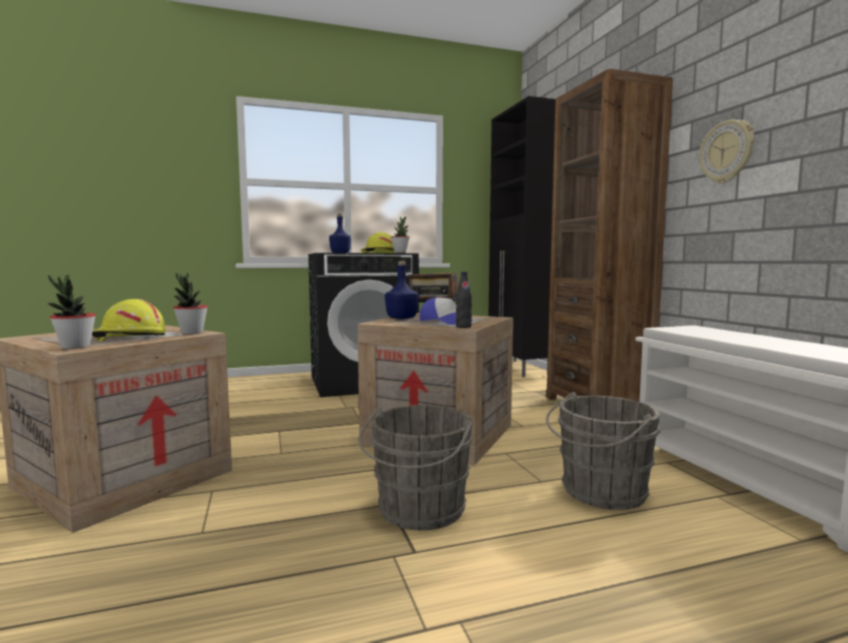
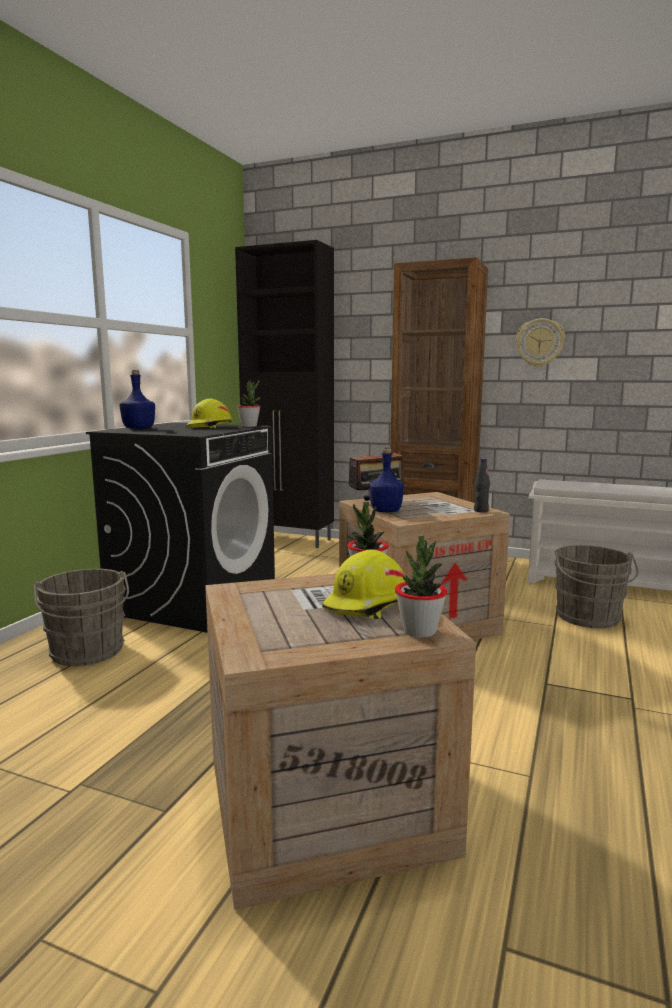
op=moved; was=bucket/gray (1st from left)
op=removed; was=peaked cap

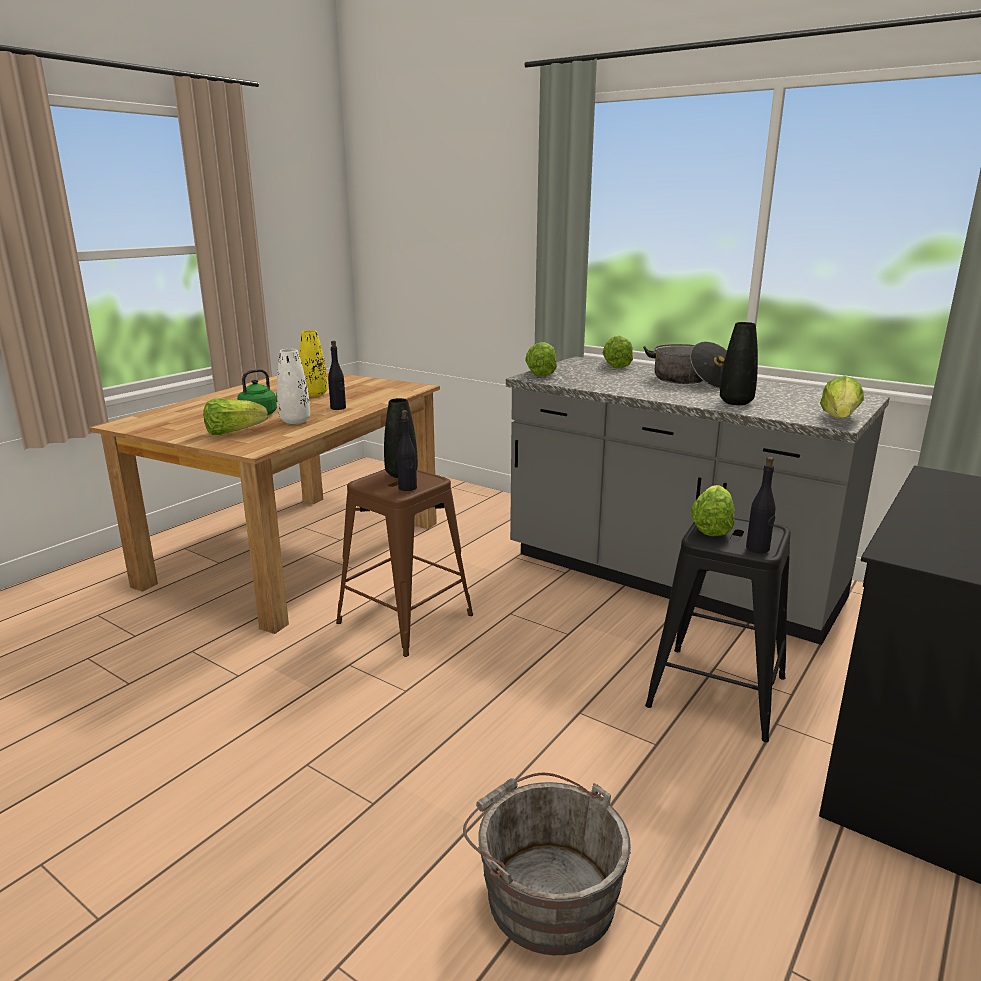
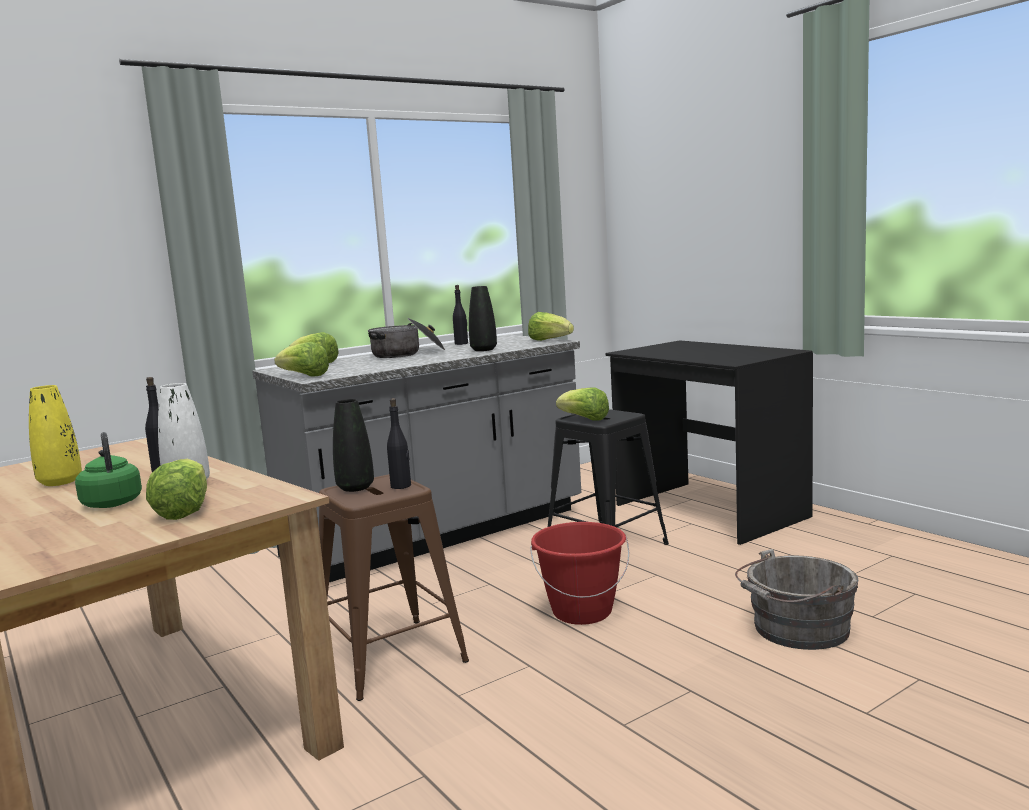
op=moved; was=bottle/black-coloured (3rd from left)
op=added; now=bucket/reddish

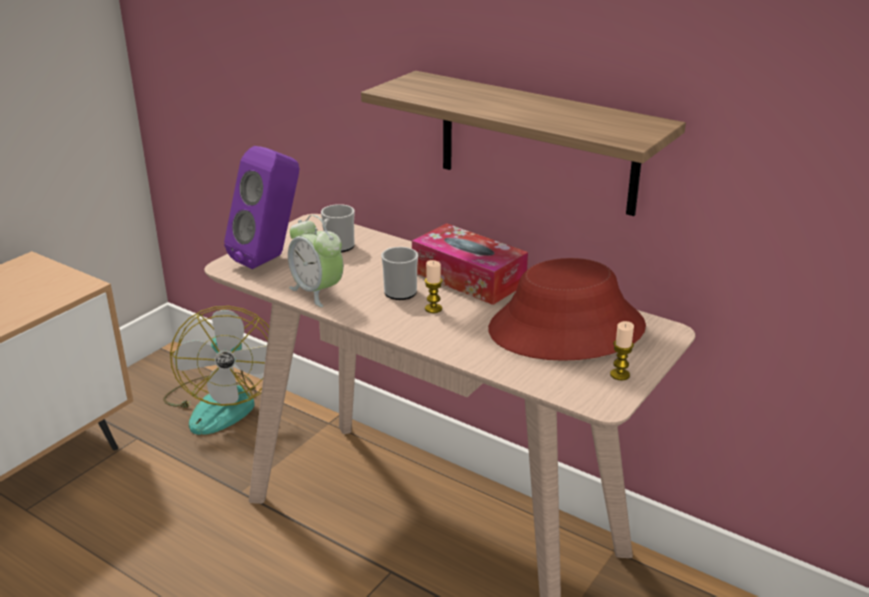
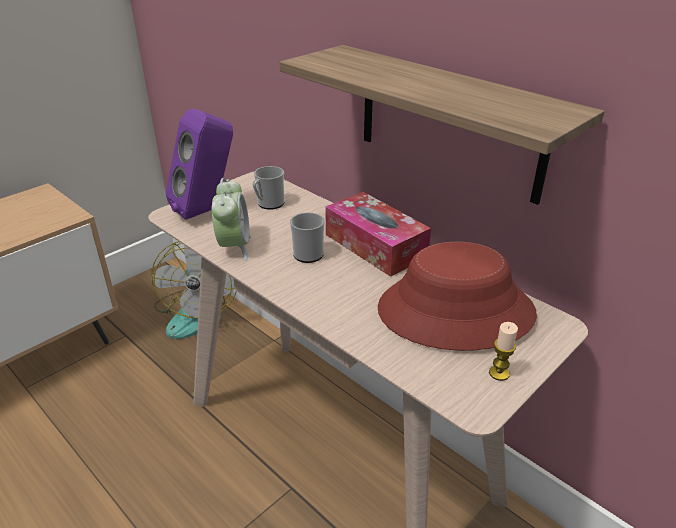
op=turned; was=table clock; clockwise=-150
op=removed; was=wax light (1st from left)

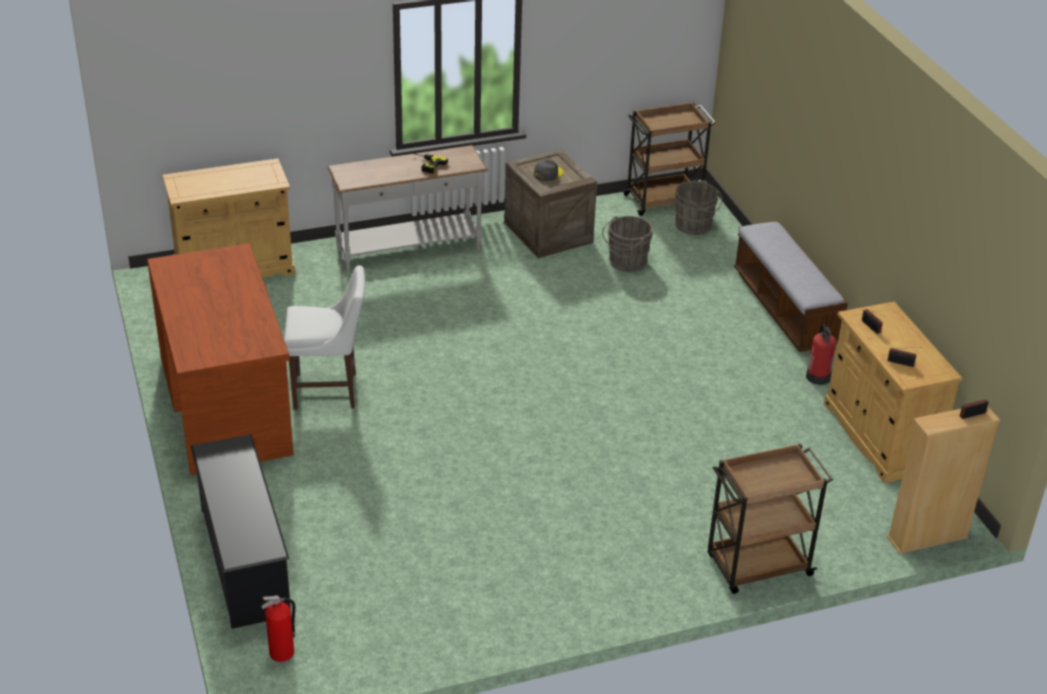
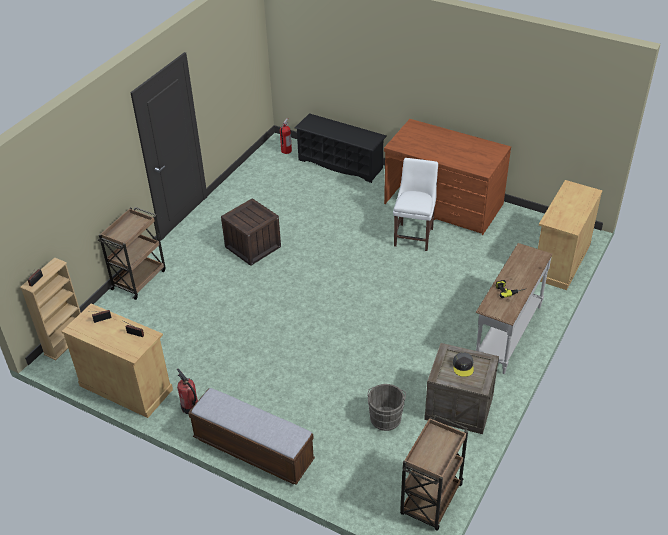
op=turned; was=chair/white-coloured; clockwise=150
op=removed; was=bucket/gray (2nd from left)
op=added; now=shipping crate (1st from left)

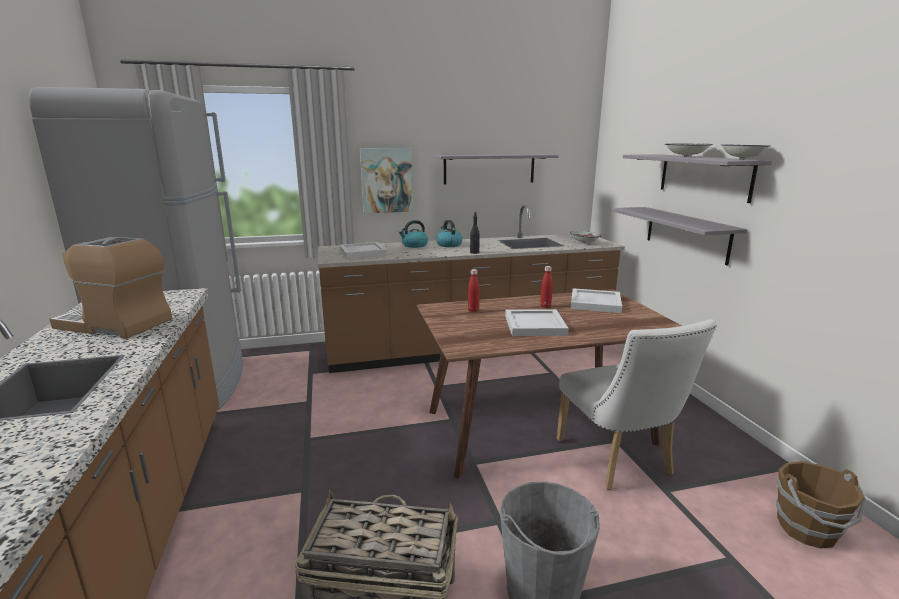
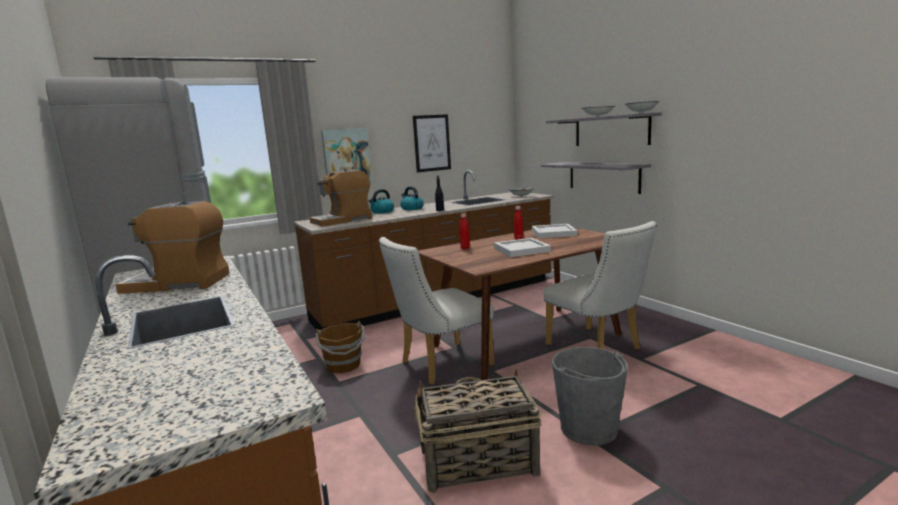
op=replaced; was=tray/white-coloured (1st from left); now=coffee brewer (2nd from left)
op=replaced; was=bracket shelf/gray (1st from left); now=wall picture (2nd from left)
op=moved; was=bucket/brown-coloured
op=added; now=chair/white-coloured (1st from left)

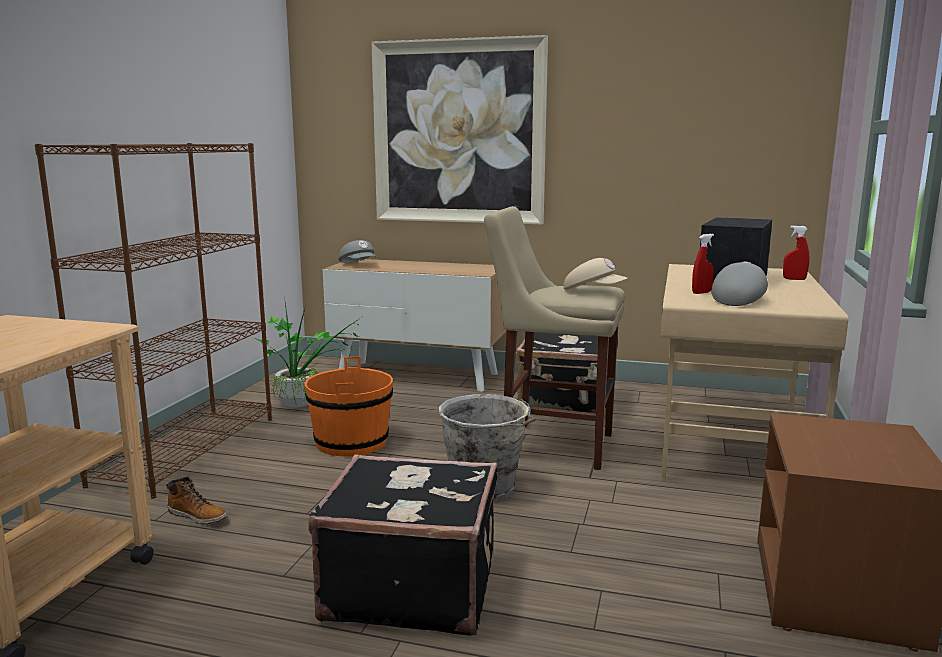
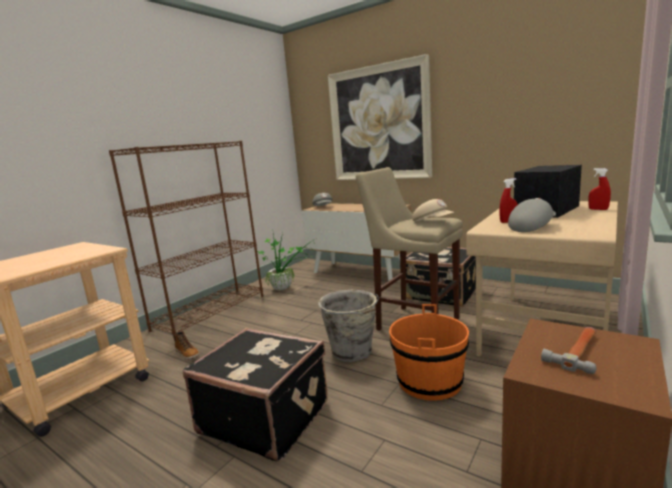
op=moved; was=bucket/orange-coloured
op=added; now=hammer

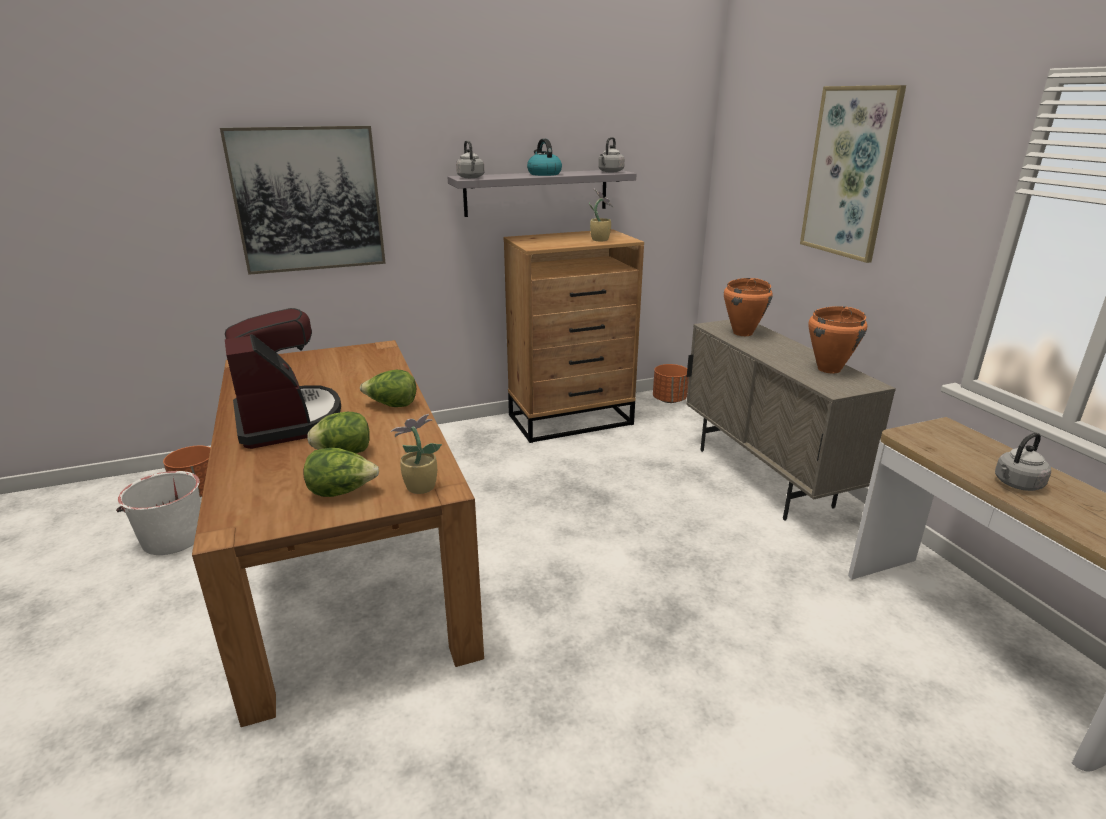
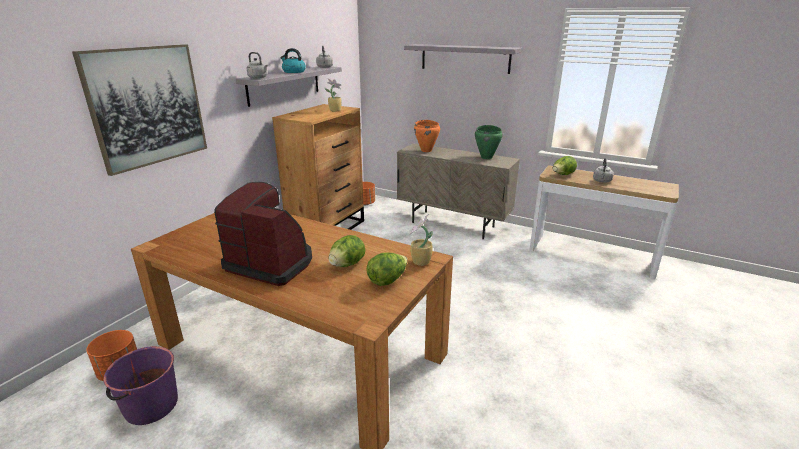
op=recoloured; was=bucket/white-coloured; now=bucket/purple-coloured
op=moved; was=lettuce (3rd from left)
op=replaced; was=wall picture (2nd from left); now=bracket shelf/gray (2nd from left)
op=recoloured; was=saucepot/orange-coloured (2nd from left); now=saucepot/greenish

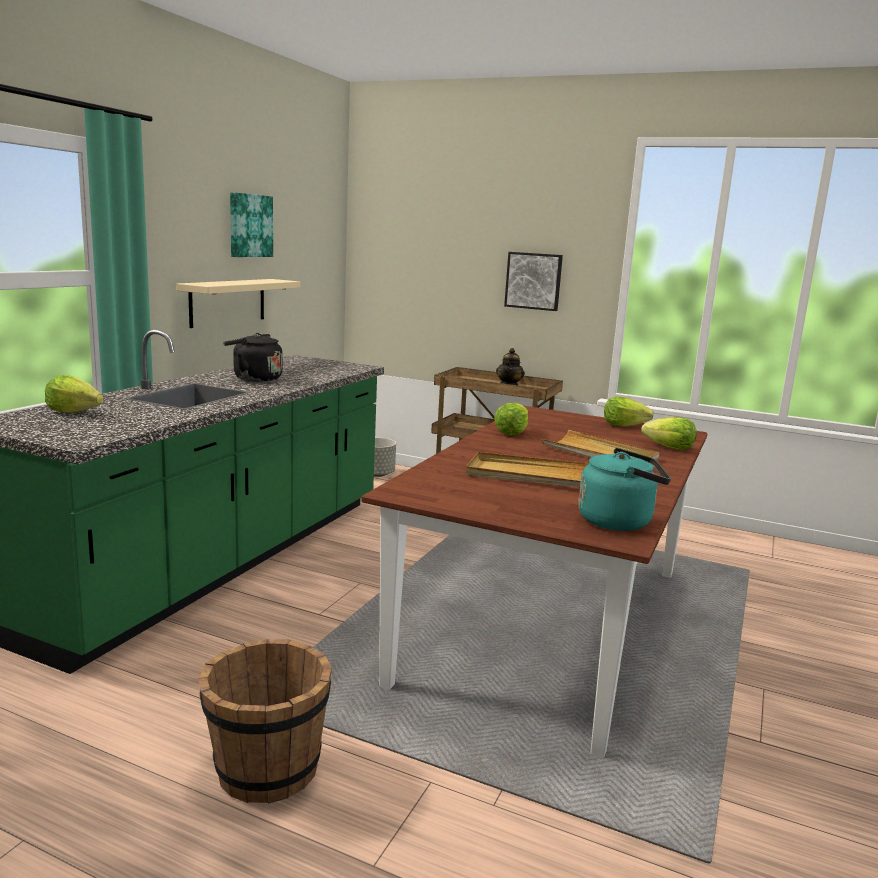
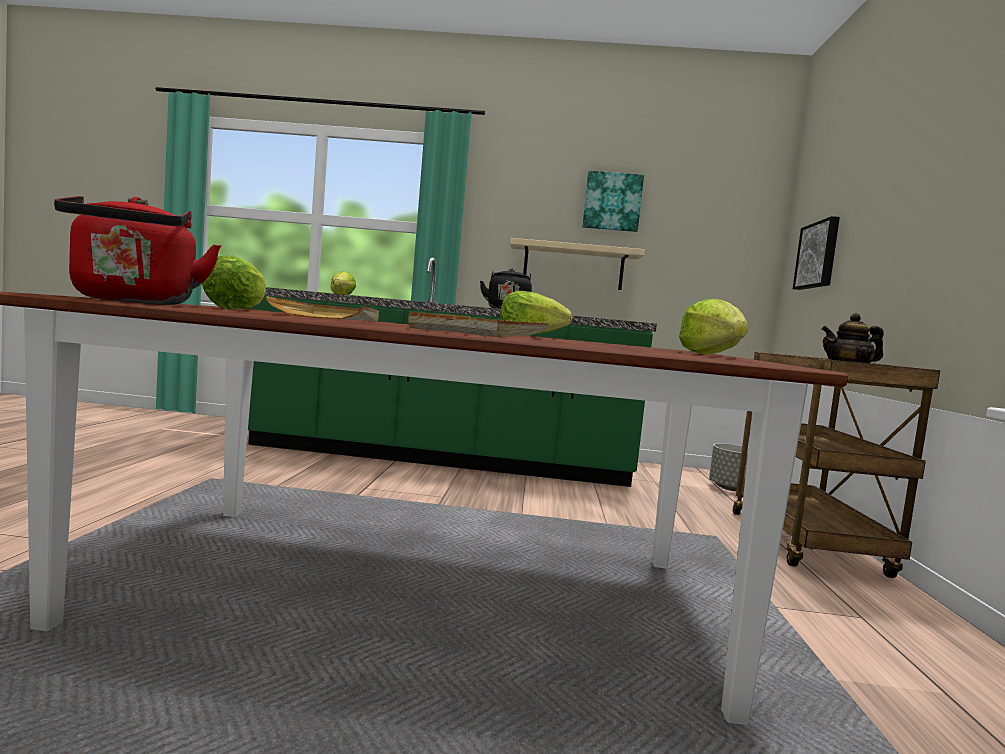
op=removed; was=bucket/brown-coloured
op=moved; was=wall picture (2nd from left)
op=recoloured; was=kettle/turquoise-coloured; now=kettle/reddish
op=moved; was=lettuce (4th from left in the first image); now=lettuce (1st from left)

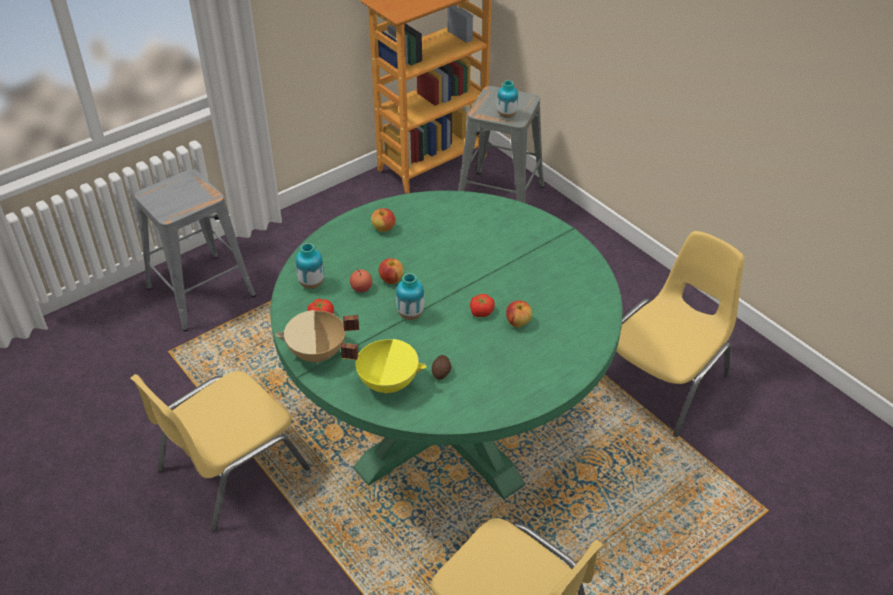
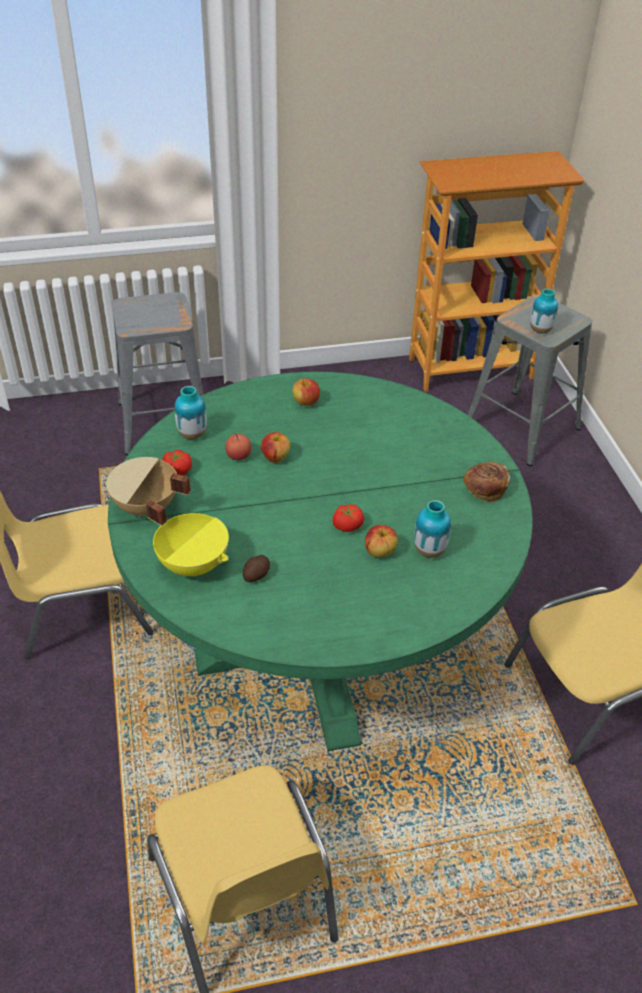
op=moved; was=flower vase (2nd from left)
op=added; now=baked bread

